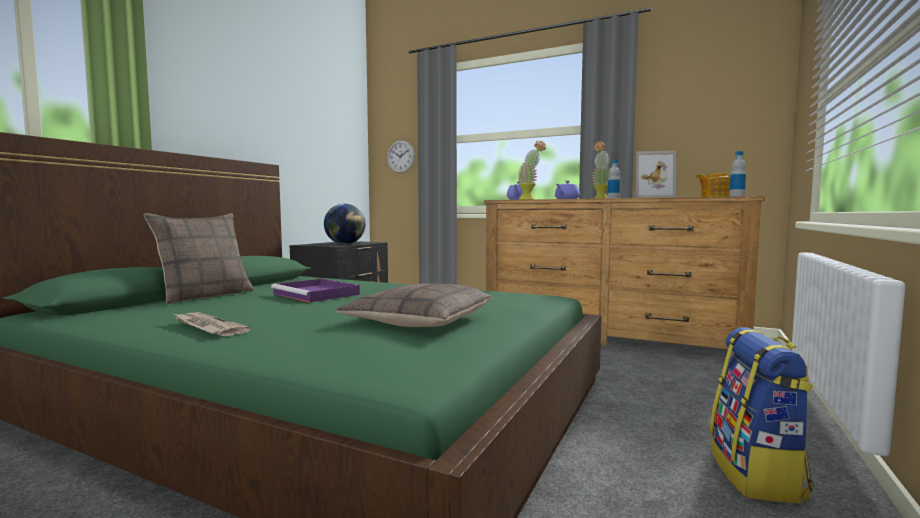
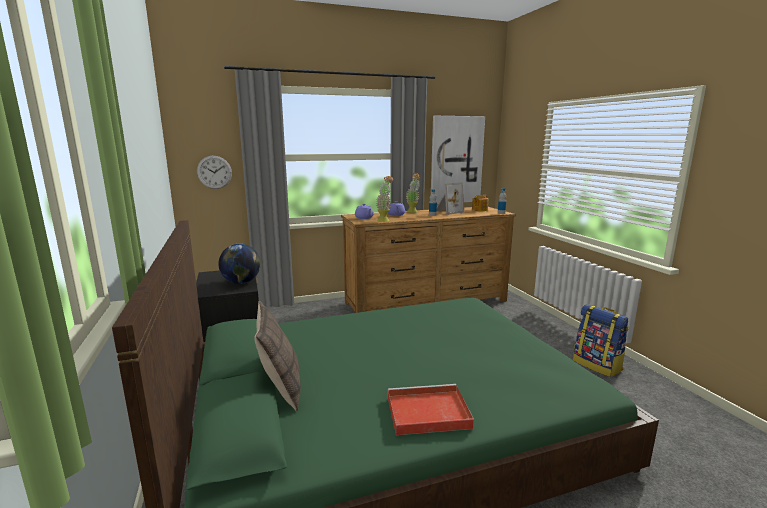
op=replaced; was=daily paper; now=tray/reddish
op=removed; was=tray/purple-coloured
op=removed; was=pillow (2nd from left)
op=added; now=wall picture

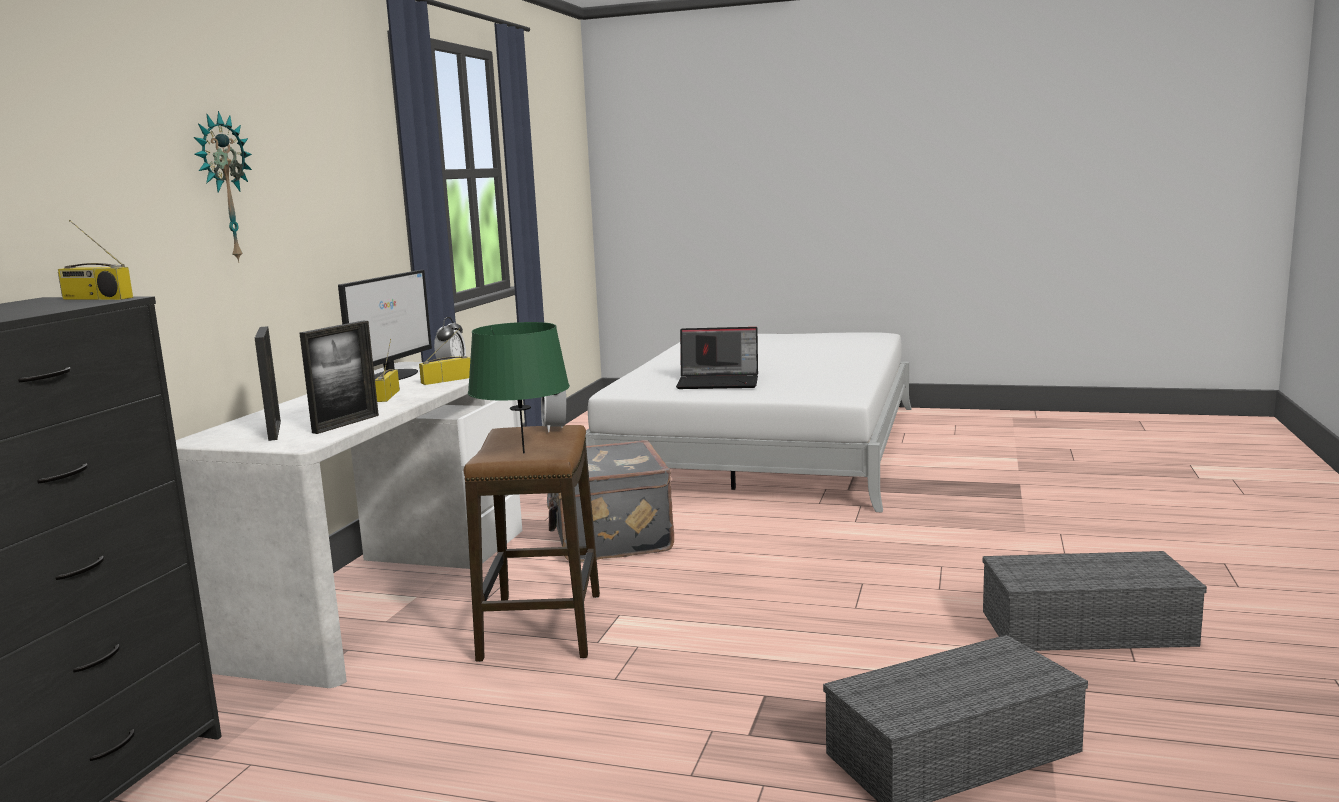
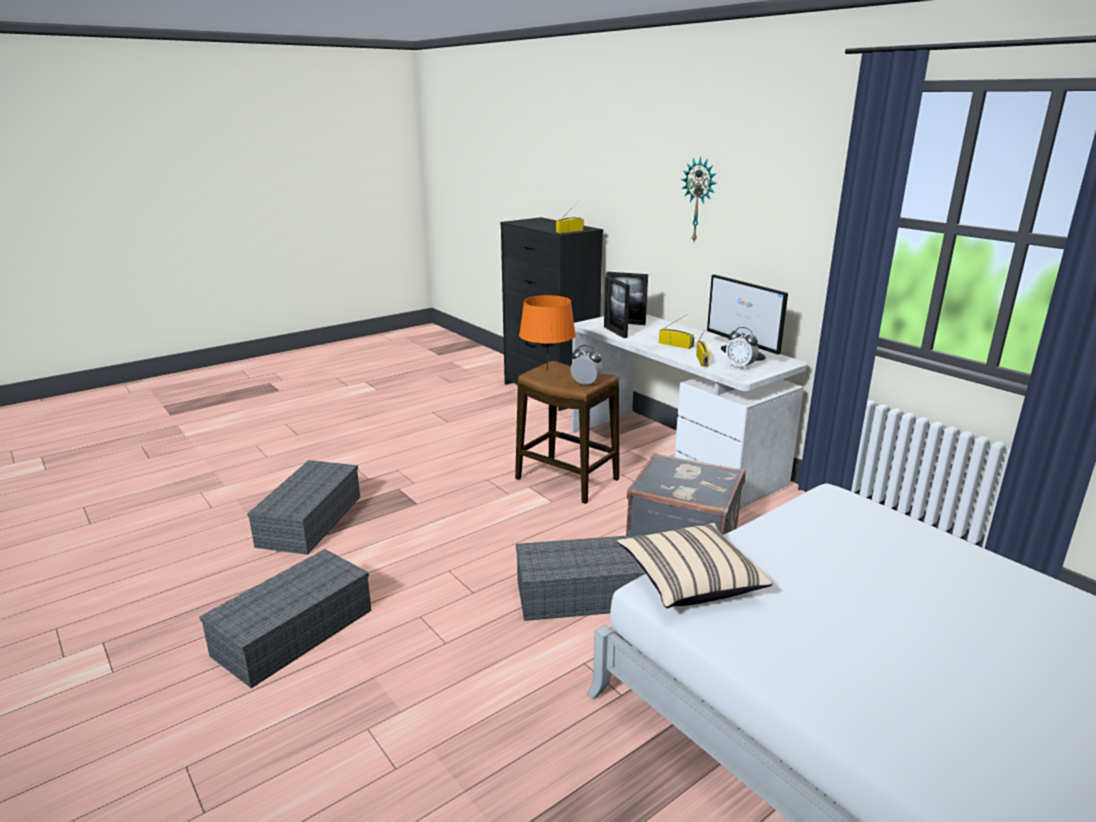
op=recoloured; was=lamp for a table/greenish; now=lamp for a table/orange-coloured
op=removed; was=portable computer
op=added; now=storage box/gray (3rd from left)
op=added; now=pillow/beige-coloured

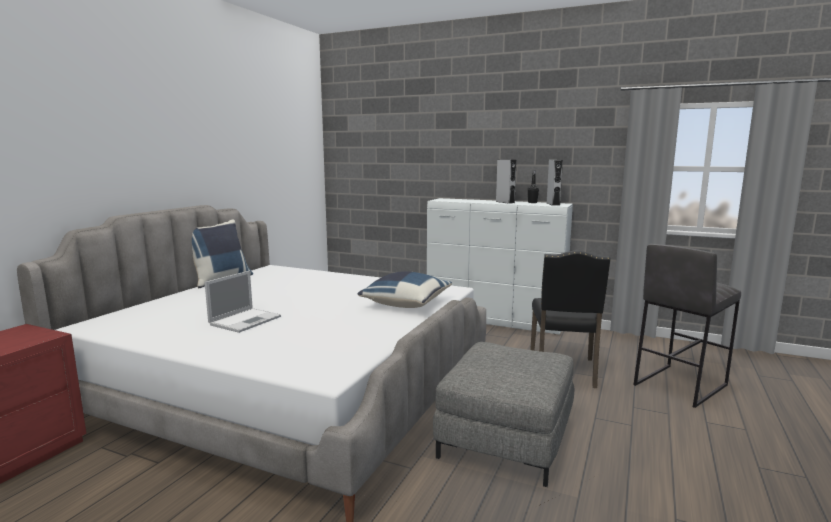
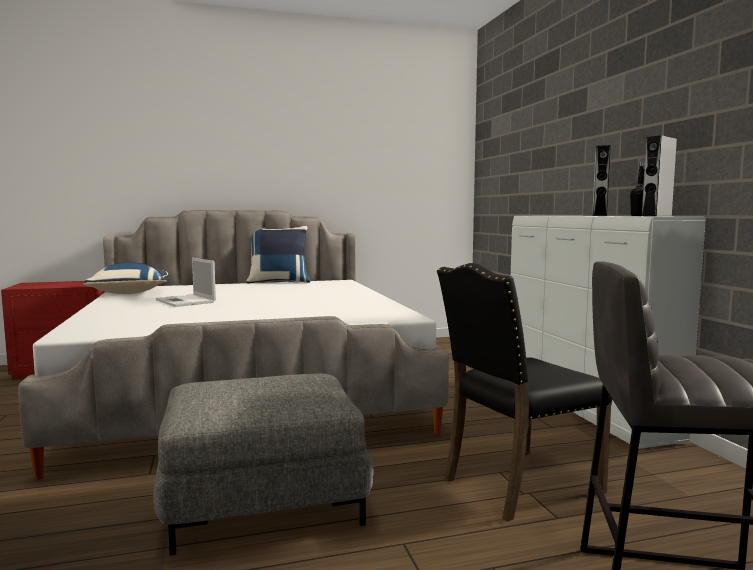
op=turned; was=portable computer; clockwise=60
op=moved; was=pillow/blue-coloured (2nd from left in the first image); now=pillow/blue-coloured (1st from left)

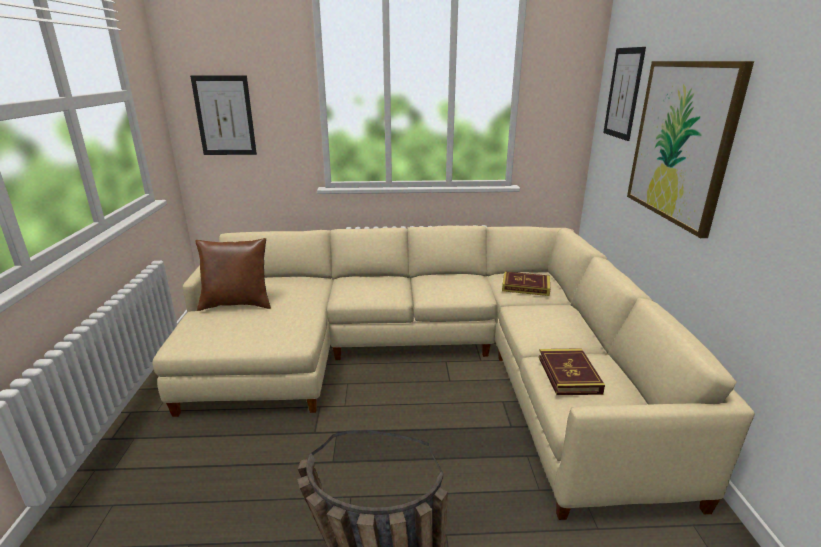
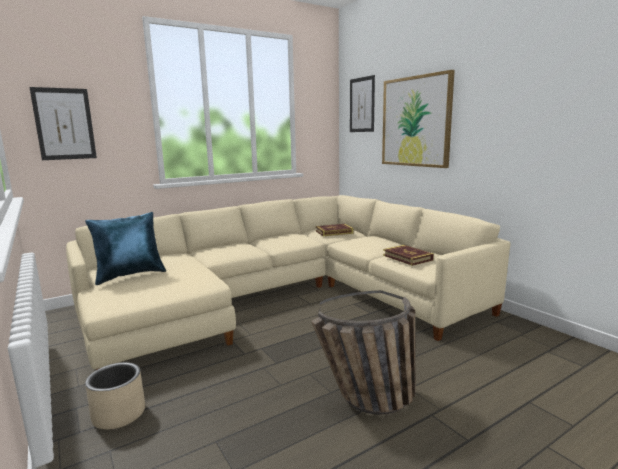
op=recoloured; was=pillow/brown-coloured; now=pillow/blue-coloured
op=added; now=flower pot/beige-coloured

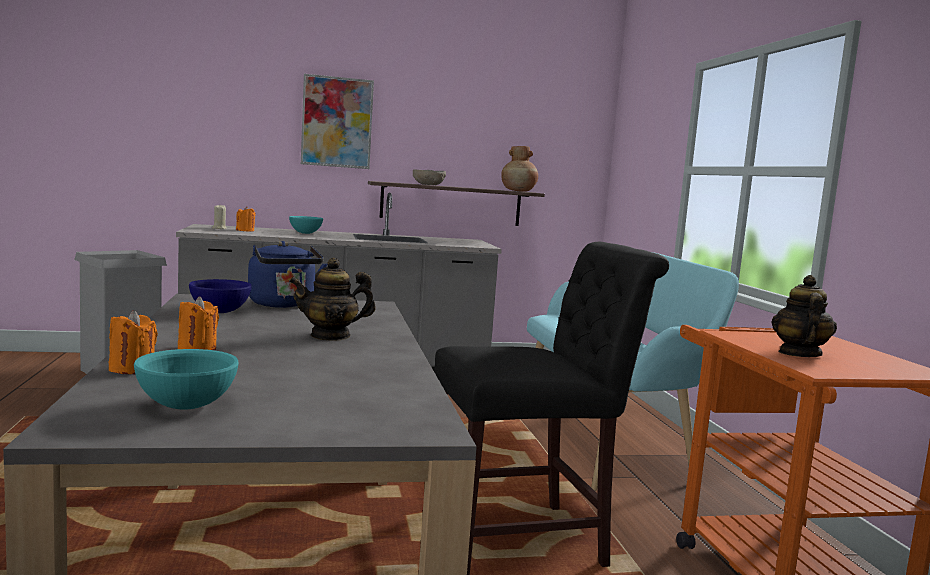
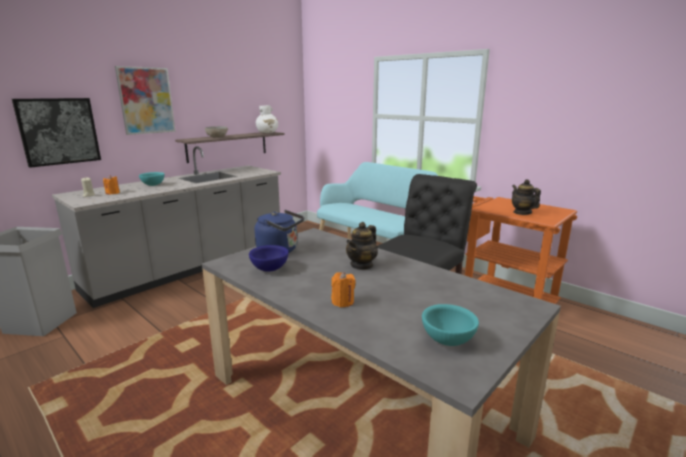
op=removed; was=wax light/orange-coloured (1st from left)
op=recoloured; was=flower vase/brown-coloured; now=flower vase/white-coloured
op=added; now=wall picture (1st from left)

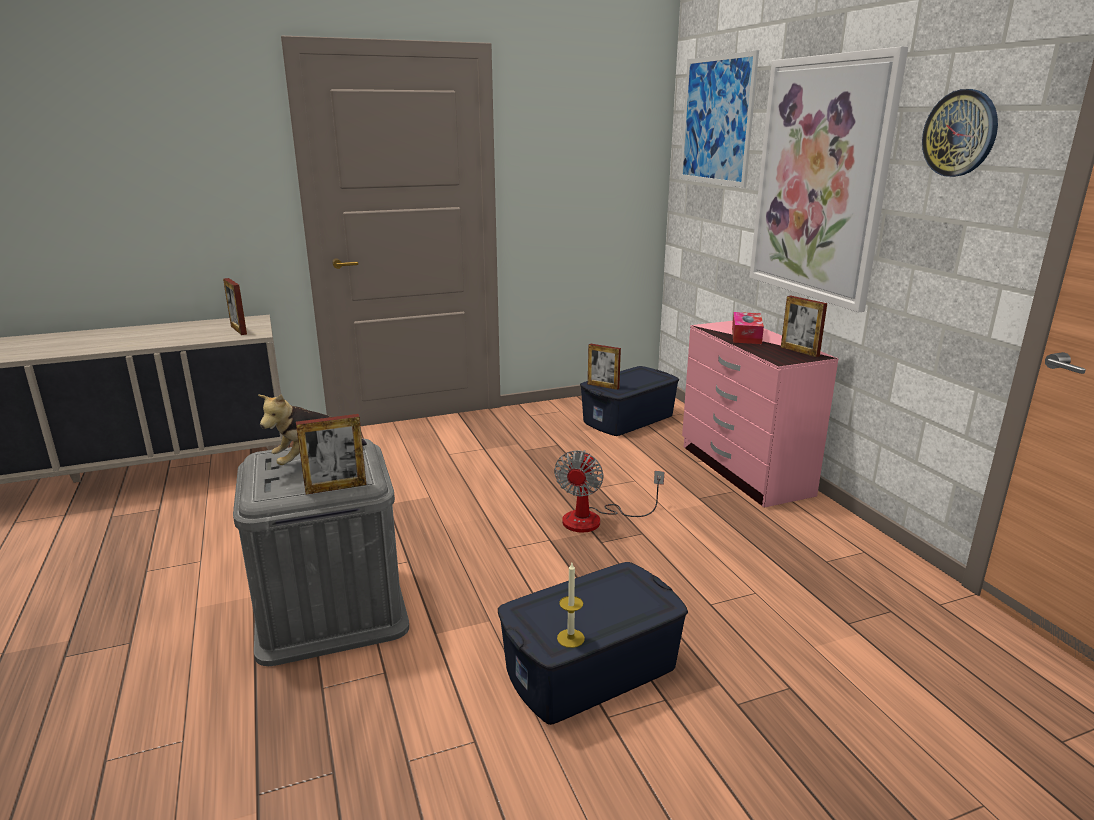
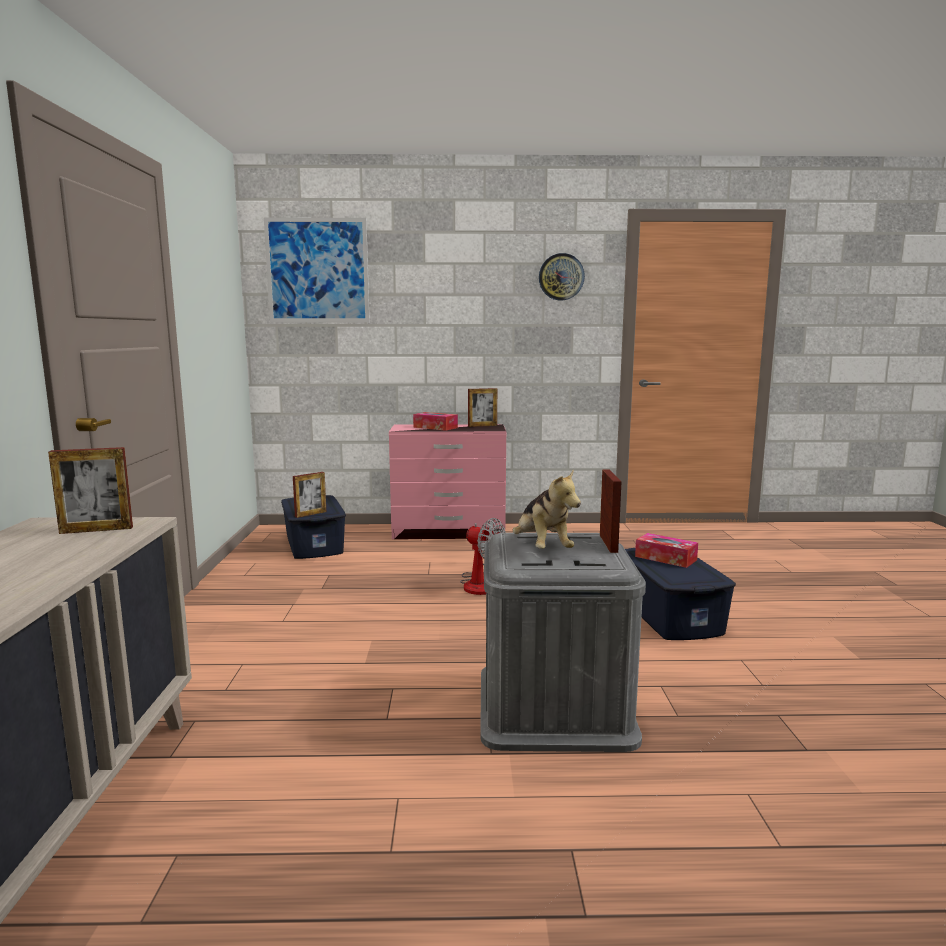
op=removed; was=wax light
op=removed; was=wall picture (2nd from left)
op=added; now=tissue holder (2nd from left)

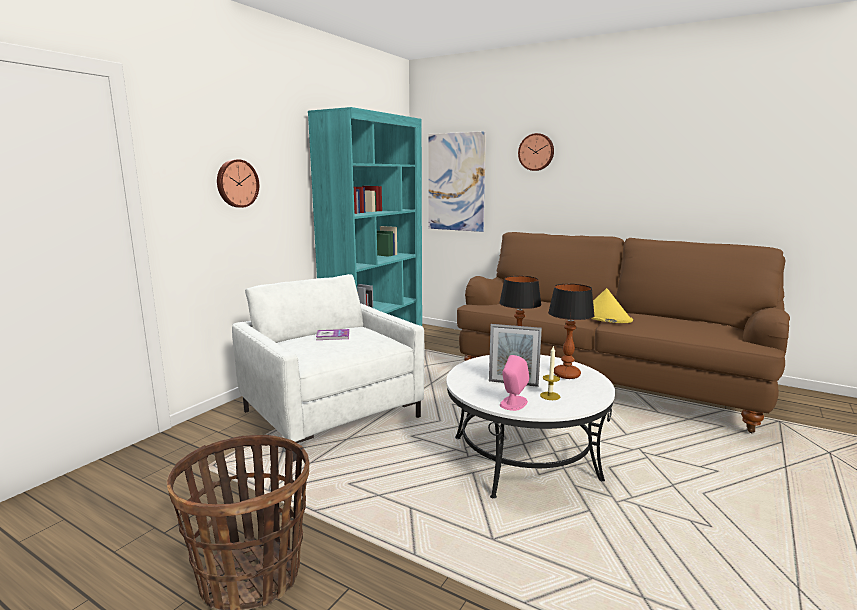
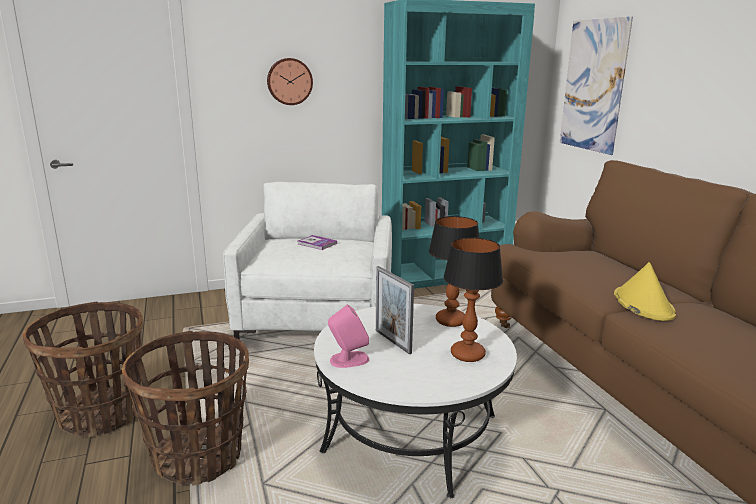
op=removed; was=hanging clock (2nd from left)
op=removed; was=wax light
op=added; now=household basket (2nd from left)

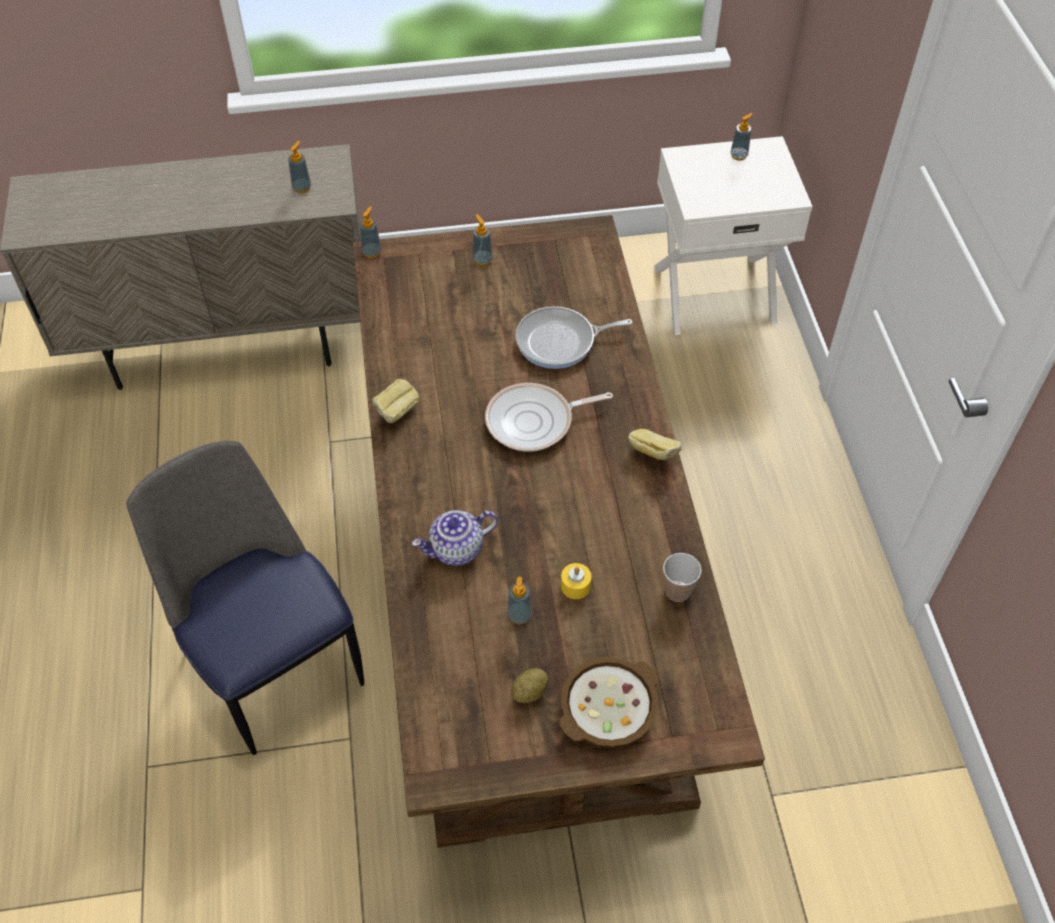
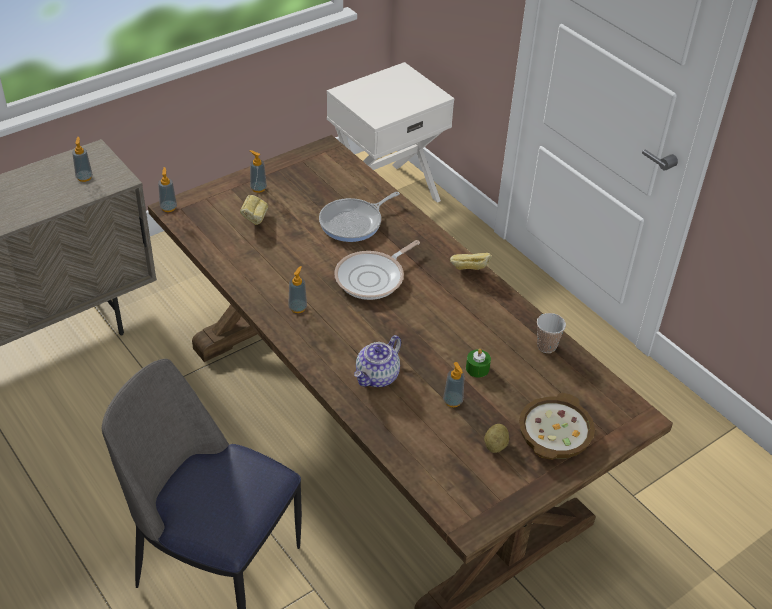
op=moved; was=baked bread (1st from left)
op=recoloured; was=wax light/yellow-coloured; now=wax light/greenish
op=moved; was=soap dispenser (5th from left in the first image); now=soap dispenser (4th from left)

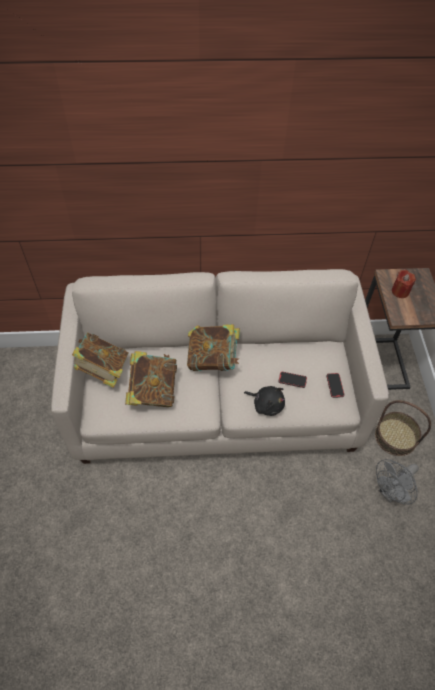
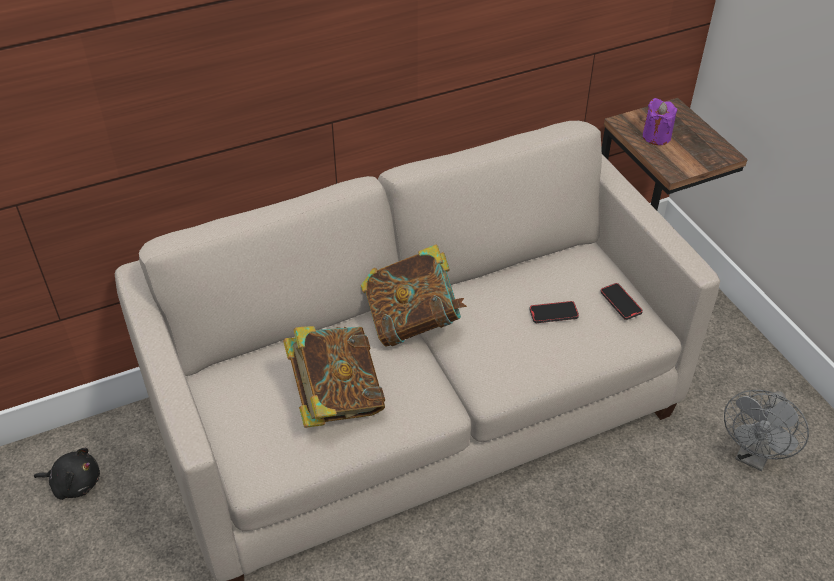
op=removed; was=book (1st from left)
op=moved; was=plush toy/black-coloured
op=removed; was=household basket
op=recoloured; was=wax light/reddish; now=wax light/purple-coloured

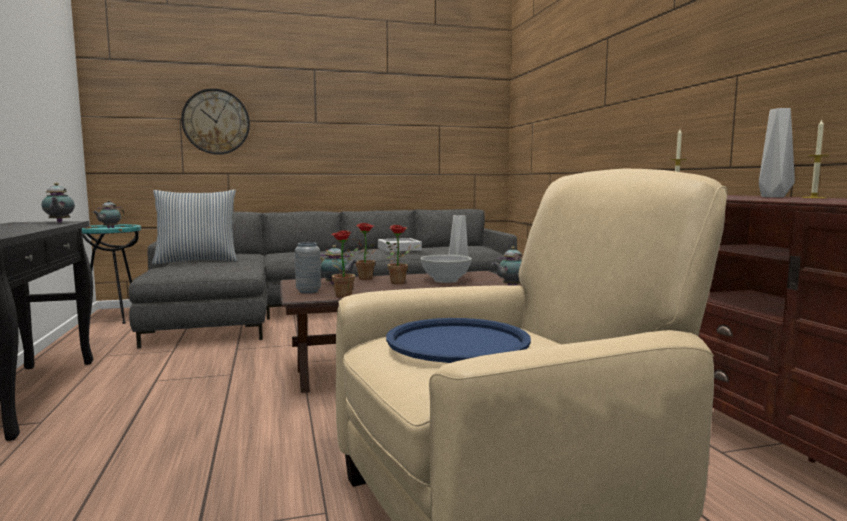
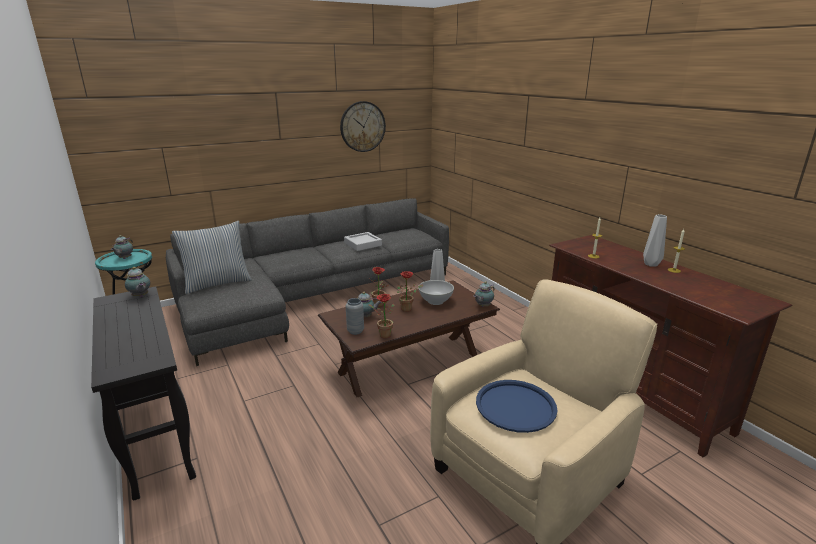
op=moved; was=hanging clock

